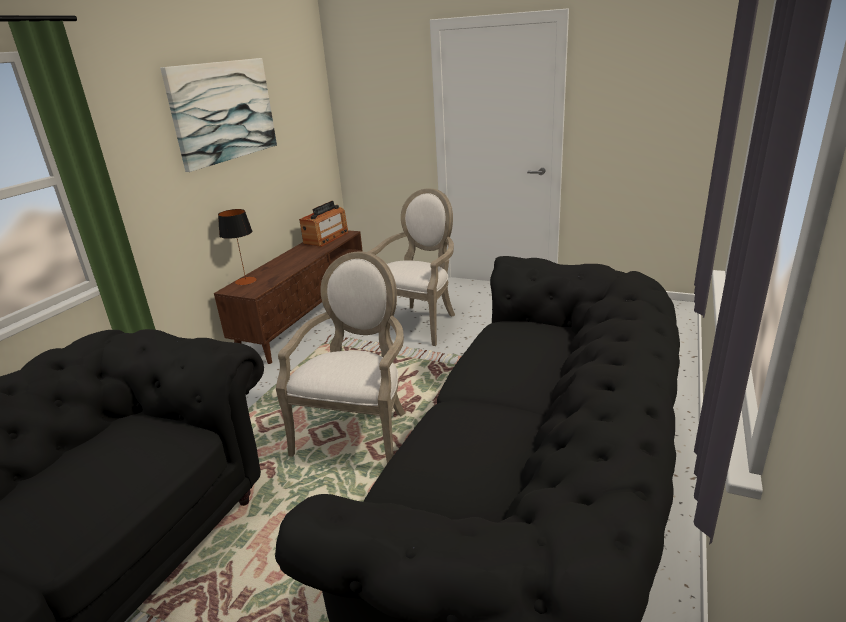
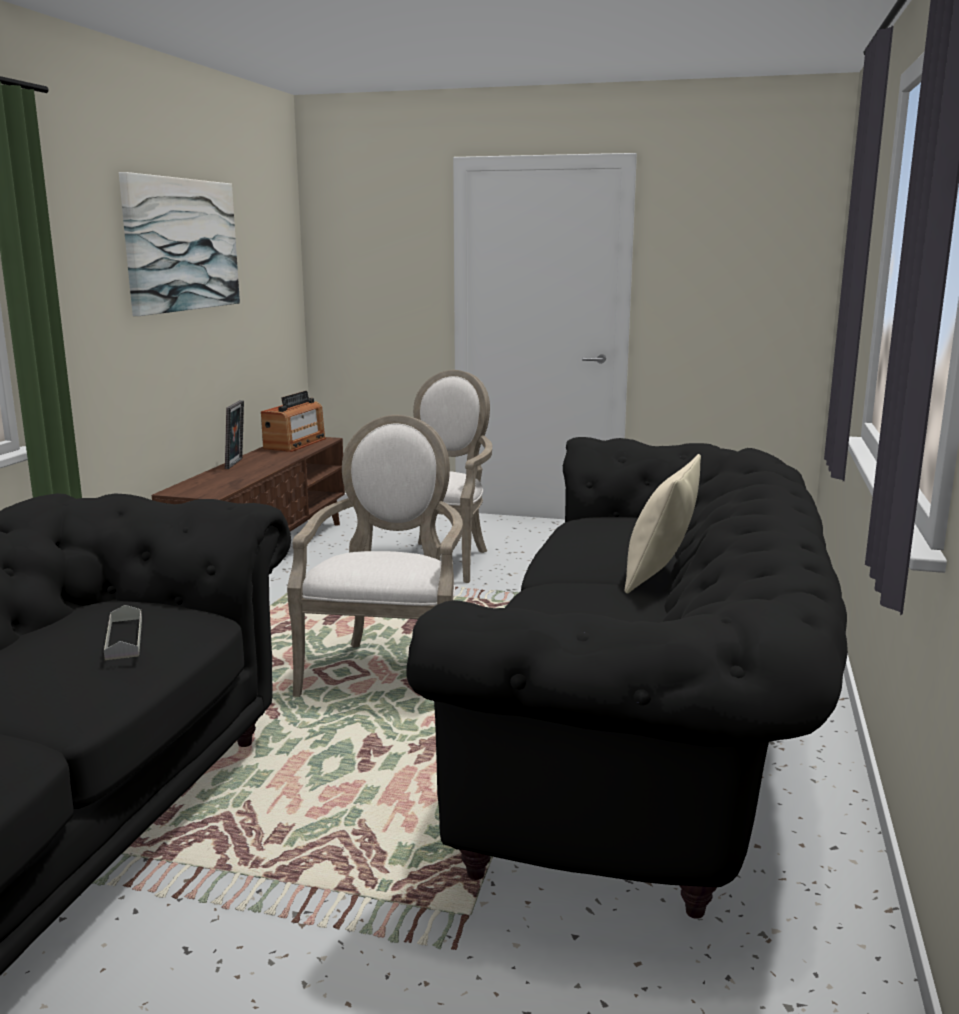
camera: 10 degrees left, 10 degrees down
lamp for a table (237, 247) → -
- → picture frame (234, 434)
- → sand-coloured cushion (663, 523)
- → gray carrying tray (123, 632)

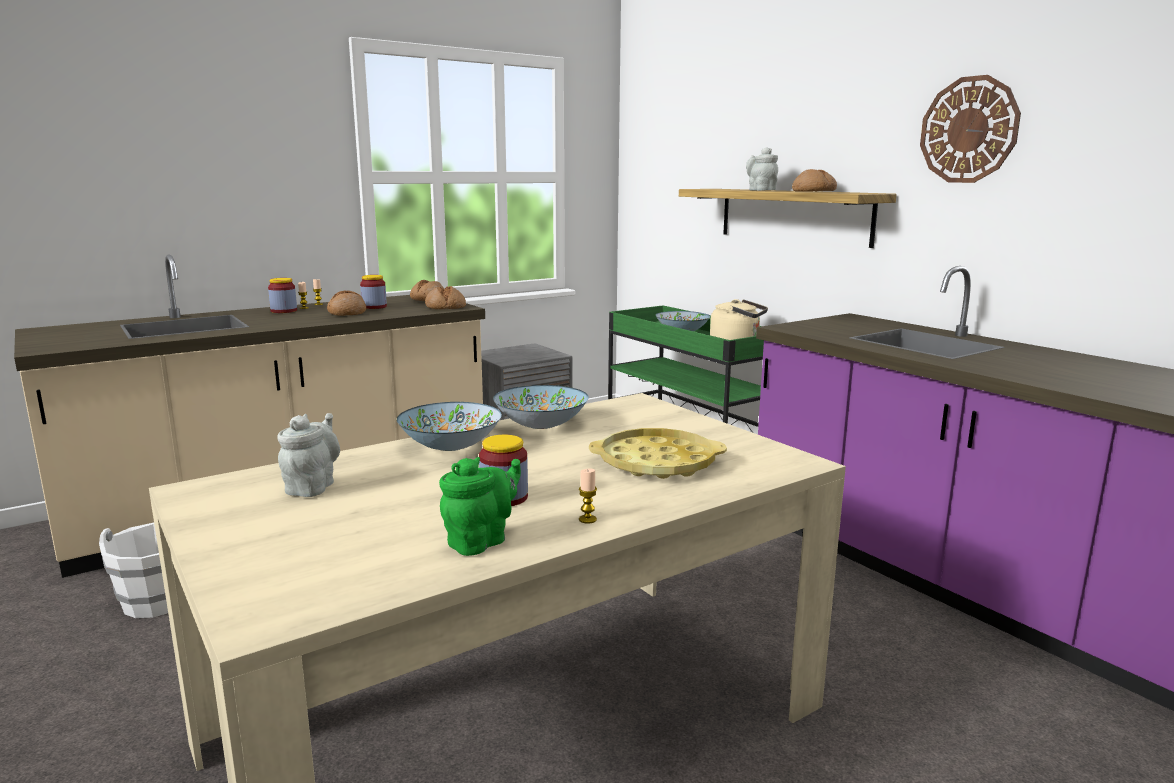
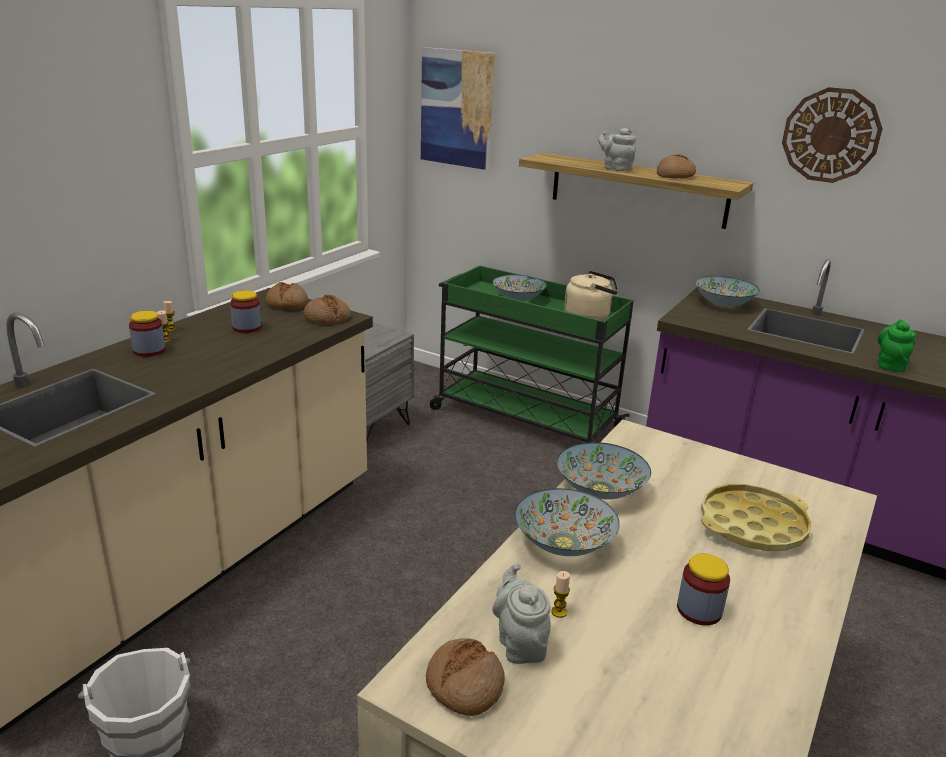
camera: 25 degrees left, 10 degrees up
bakery bread (346, 303) → bakery bread (465, 677), relocated
green teapot (480, 506) → green teapot (897, 345), relocated
wax candle (588, 496) → wax candle (560, 594), relocated
- → picture (458, 108)
- → deep dish (727, 291)

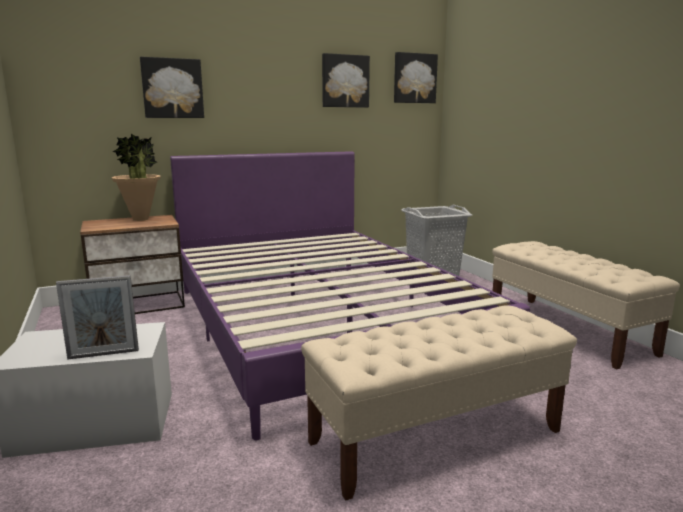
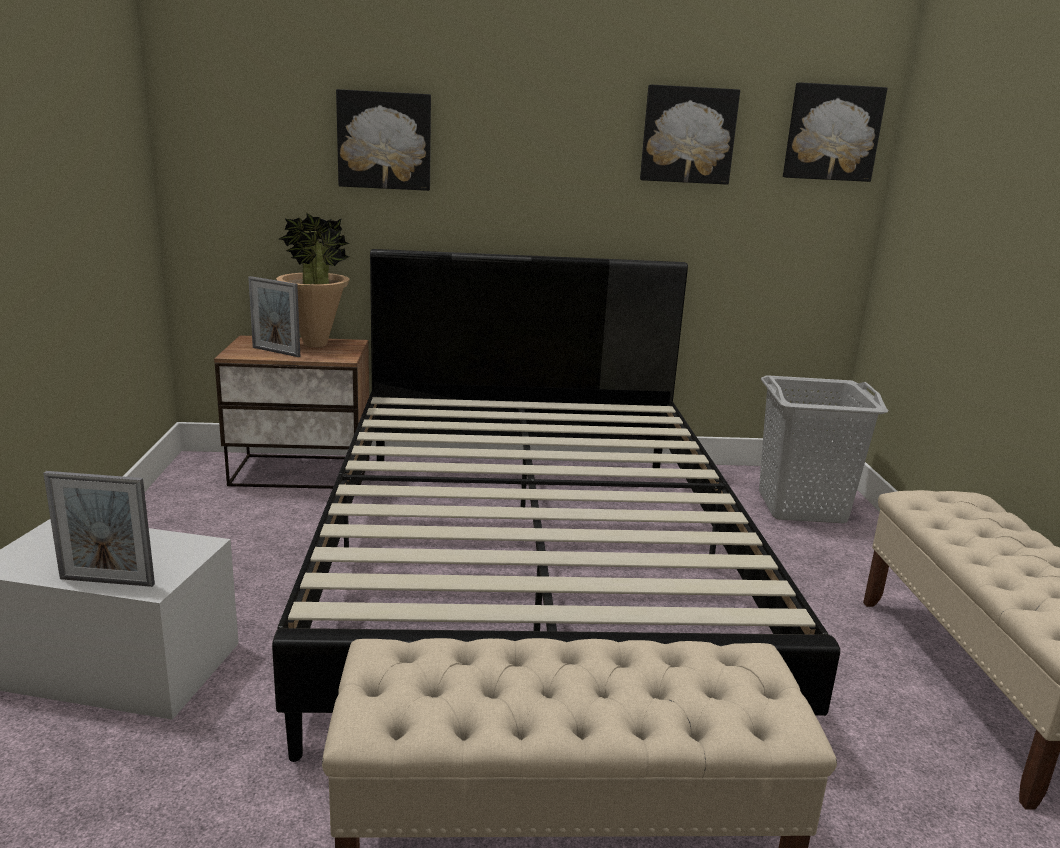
camera: 20 degrees right, 5 degrees up
purple sleeping bed (350, 296) → blackish sleeping bed (556, 505)
- → picture frame (274, 316)

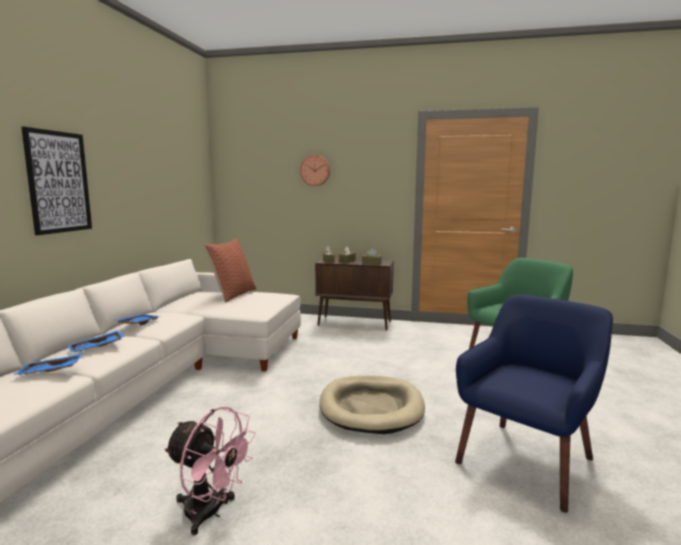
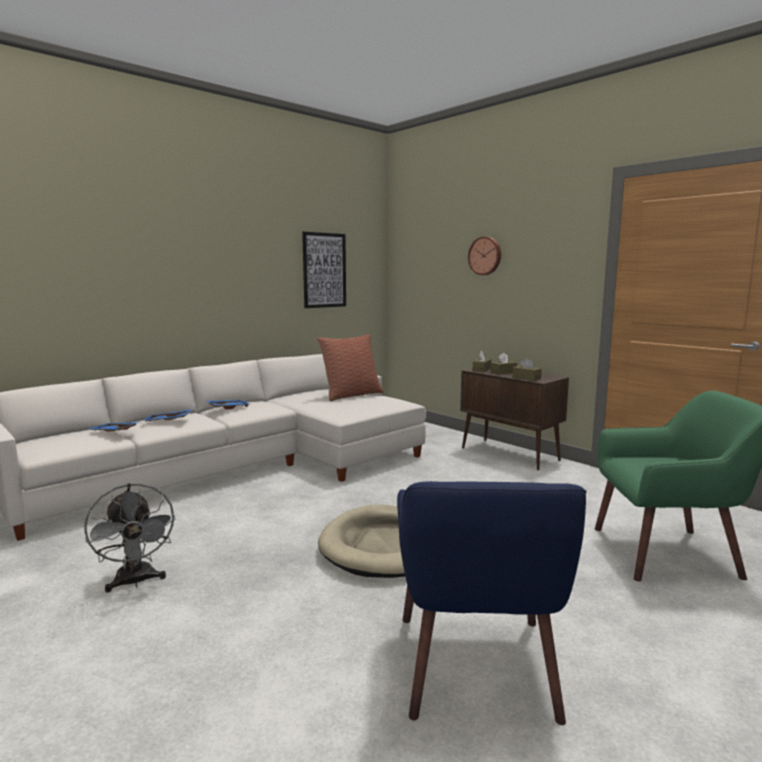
camera: 35 degrees right, 0 degrees up
picture (56, 181) → picture (324, 270), relocated
bluish armchair (534, 403) → bluish armchair (491, 603), 105 degrees clockwise
pinkish fan (210, 471) → gray fan (130, 538)

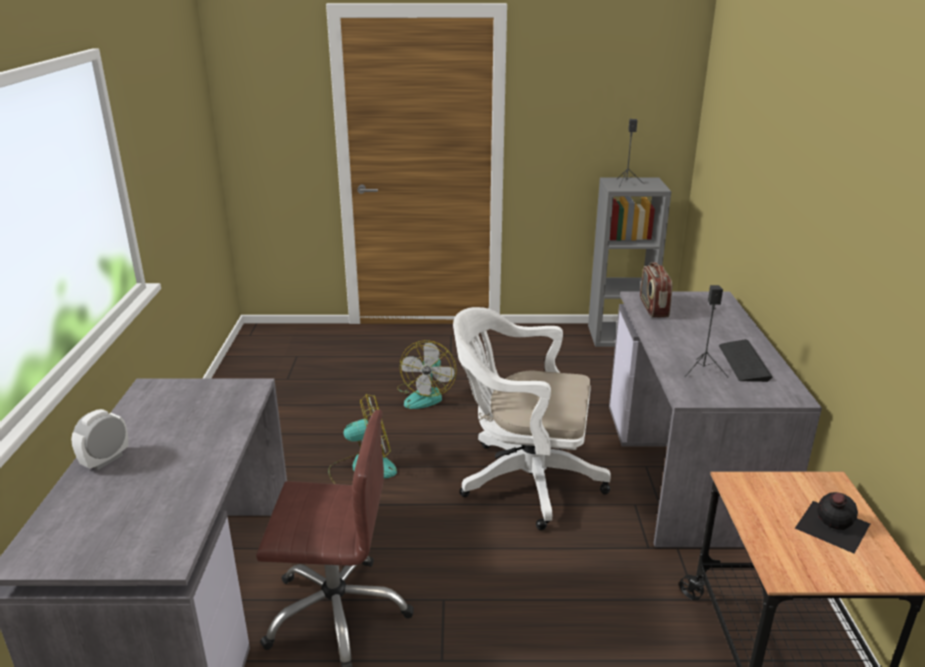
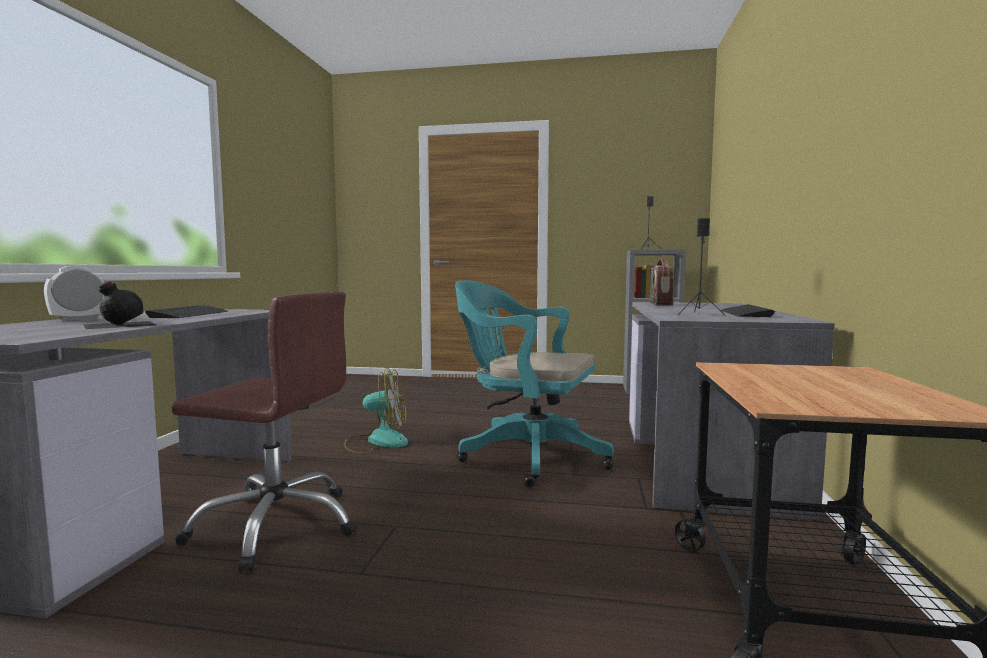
camera: 10 degrees right, 20 degrees down
whitish desk chair (532, 418) → turquoise desk chair (534, 383)
fan (427, 374) → -
blackish beverage bottle (832, 523) → blackish beverage bottle (120, 305), relocated
- → PC keyboard (186, 311)

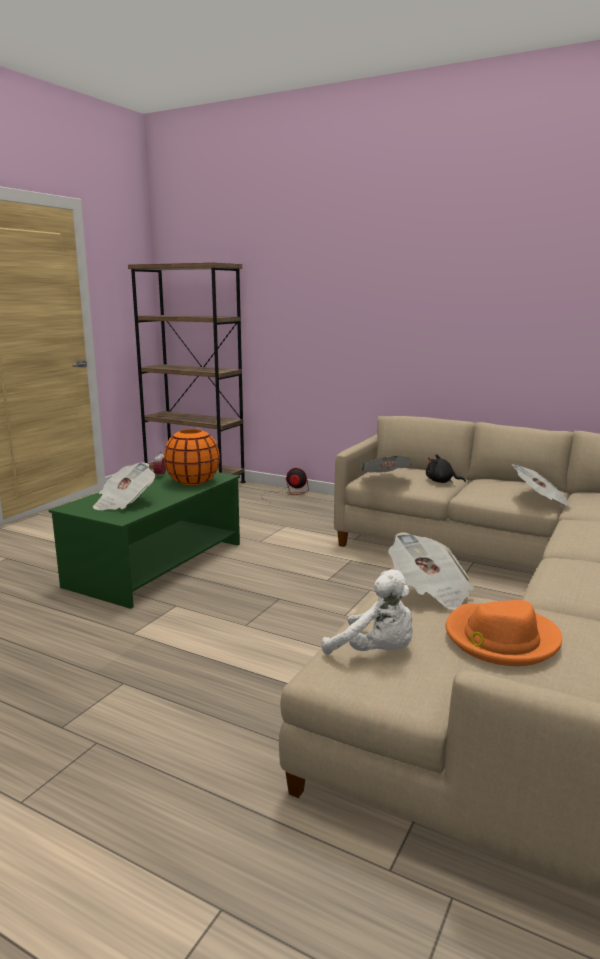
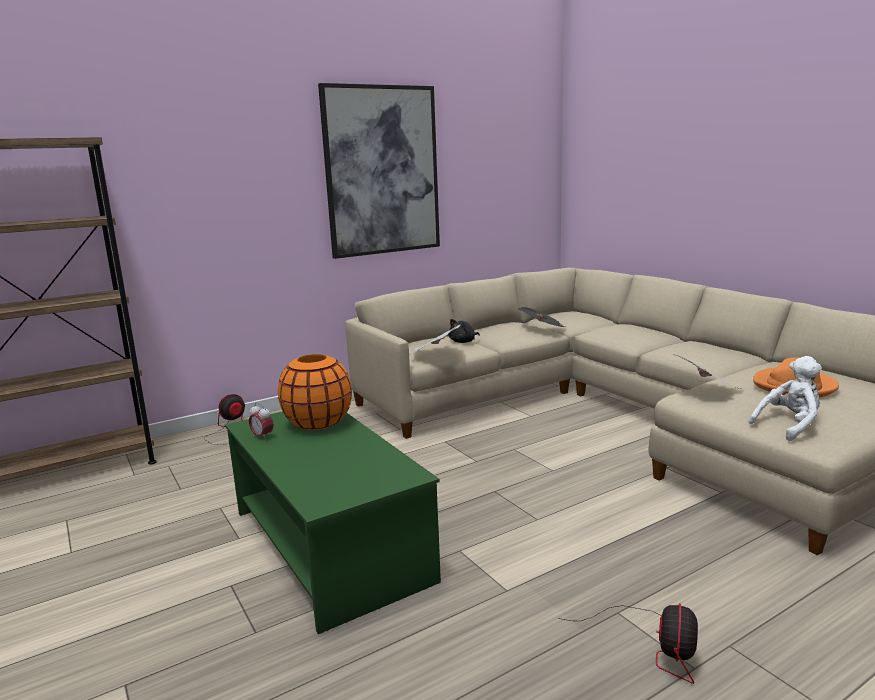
camera: 60 degrees left, 0 degrees up
daily paper (124, 486) → -
- → picture (379, 171)
- → fan (628, 643)

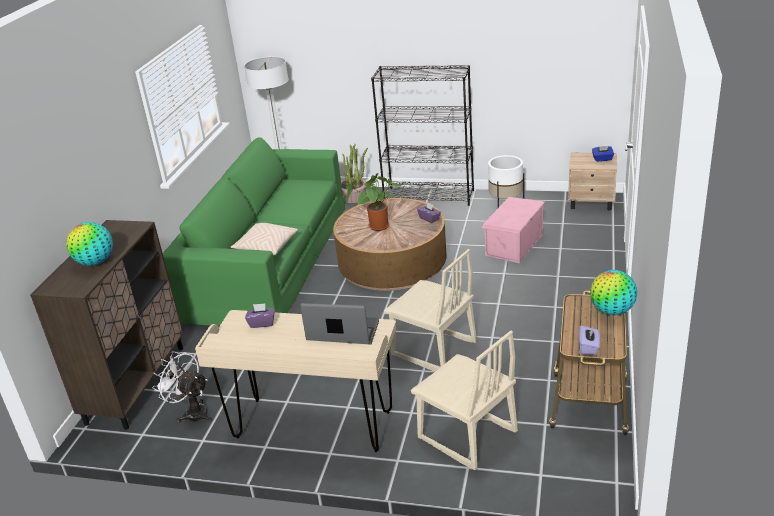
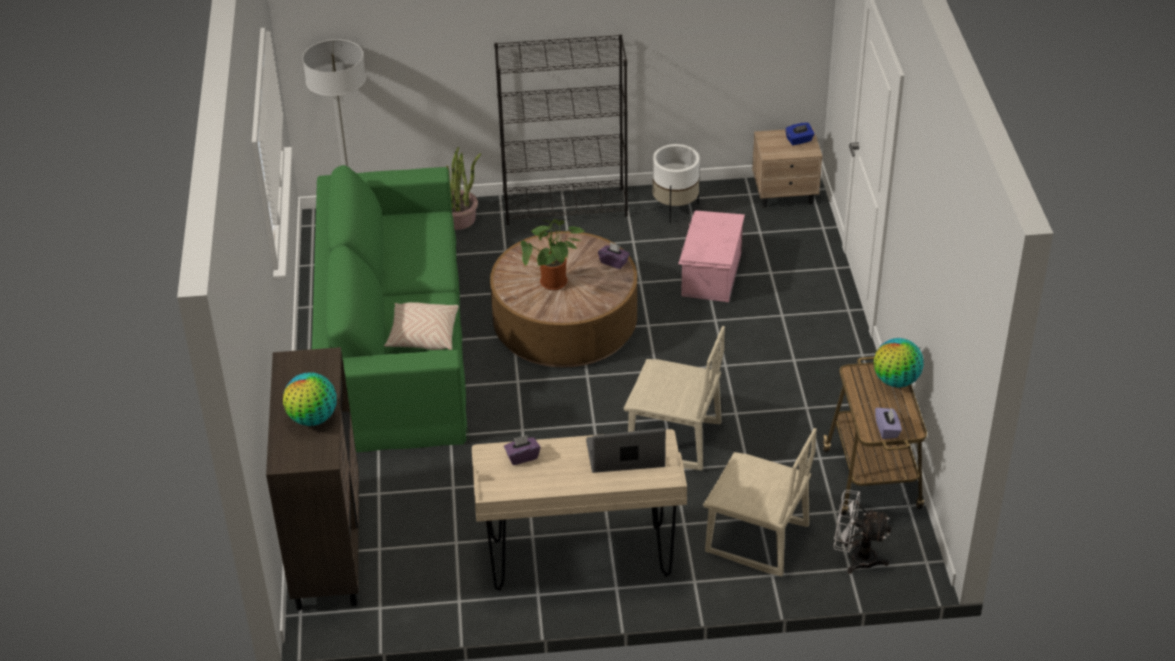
camera: 20 degrees left, 10 degrees up
whitish fan (182, 387) → whitish fan (863, 532), relocated

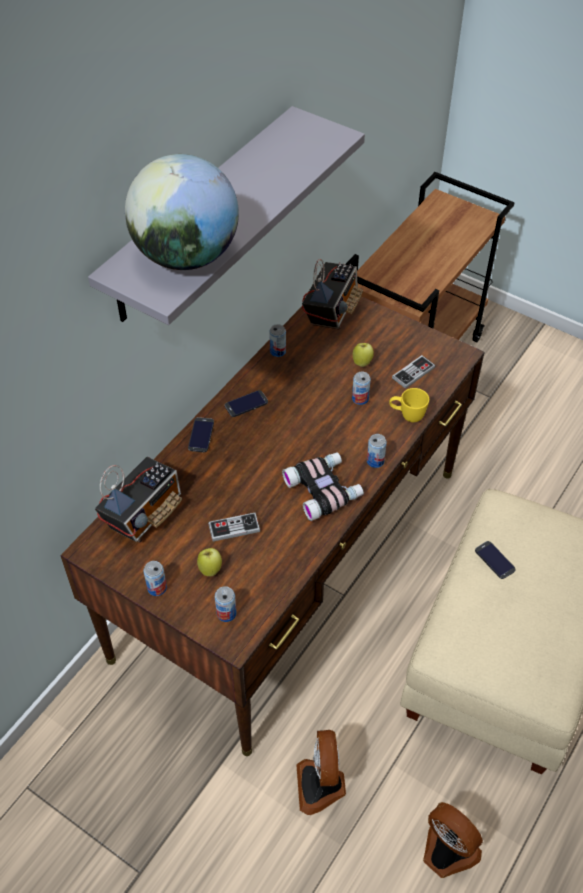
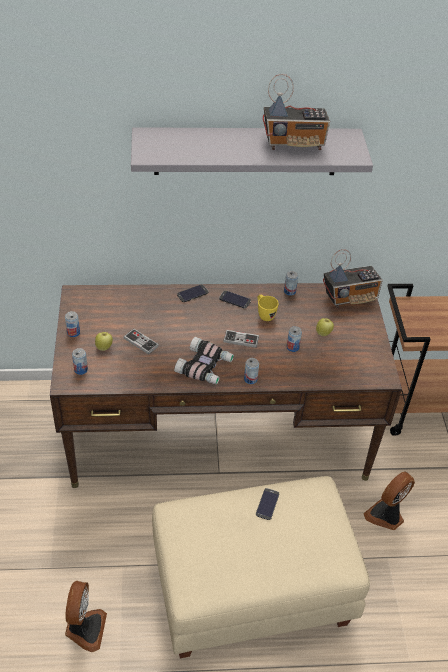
camera: 50 degrees right, 5 degrees down
globe (182, 212) → -
game controller (413, 372) → game controller (241, 339), relocated
yellow mug (409, 405) → yellow mug (268, 308), relocated
radio set (138, 499) → radio set (296, 112), relocated
fan (321, 772) → fan (389, 500), relocated

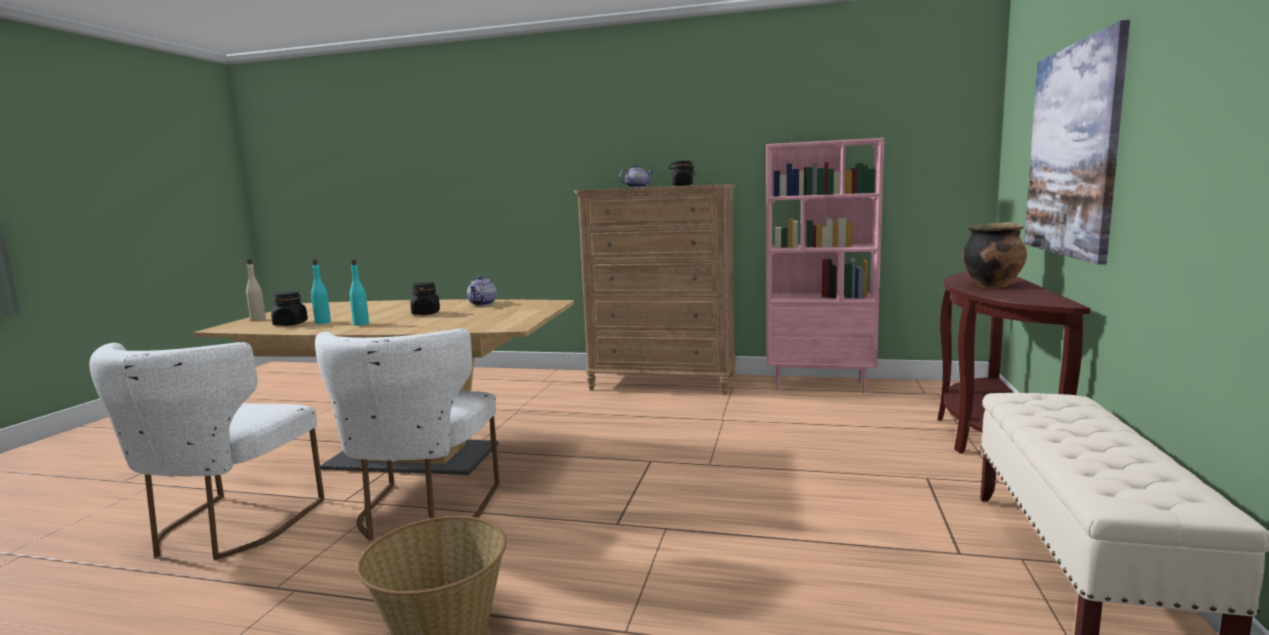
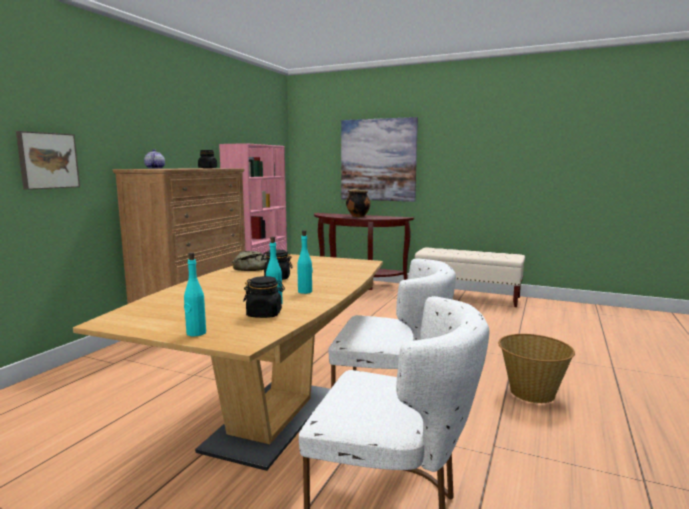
camera: 80 degrees left, 0 degrees up
sand-coloured beverage bottle (256, 290) → turquoise beverage bottle (195, 294)
teapot (482, 291) → bakery bread (250, 261)
- → picture (48, 160)

